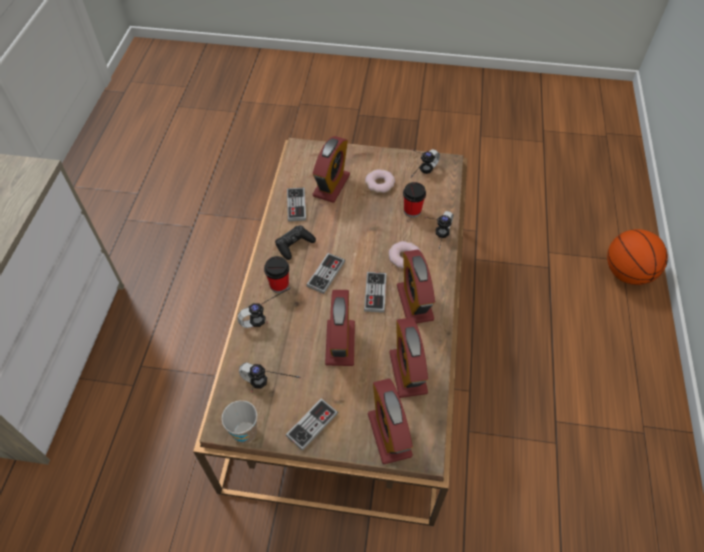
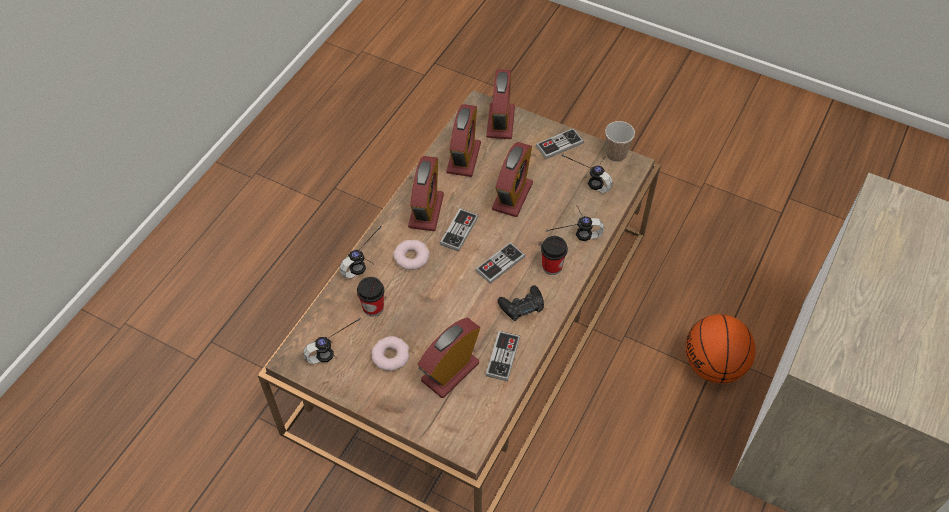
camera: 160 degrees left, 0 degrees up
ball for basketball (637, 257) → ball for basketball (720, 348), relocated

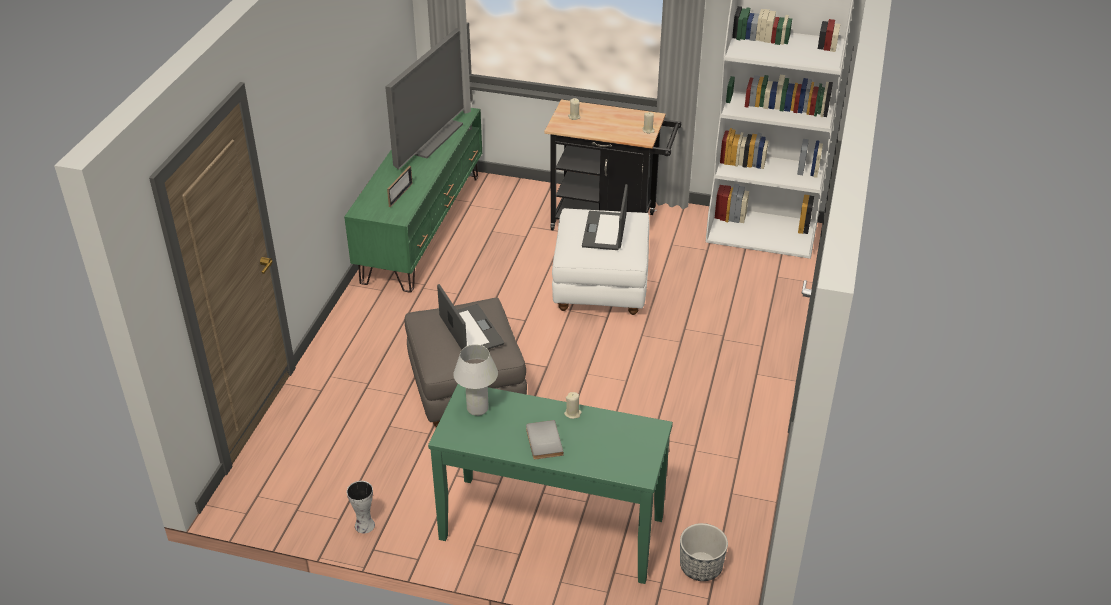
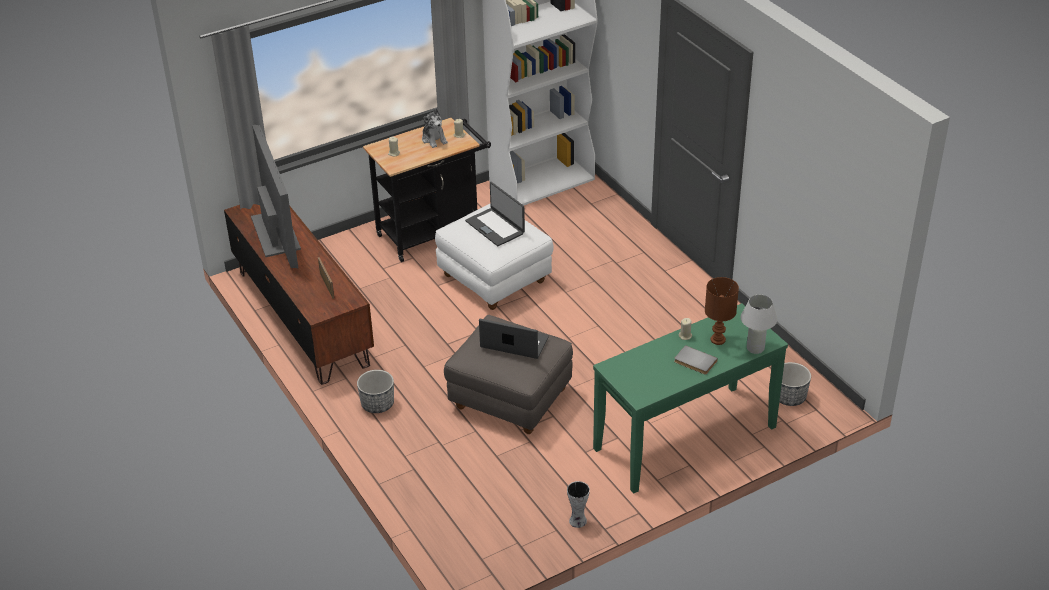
camera: 45 degrees left, 0 degrees up
green tv stand (413, 200) → brown-coloured tv stand (299, 294)
whitish lamp for a table (475, 380) → whitish lamp for a table (759, 324), relocated
- → plush toy (435, 128)
- → brown-coloured lamp for a table (722, 311)
- → flower pot (375, 391)

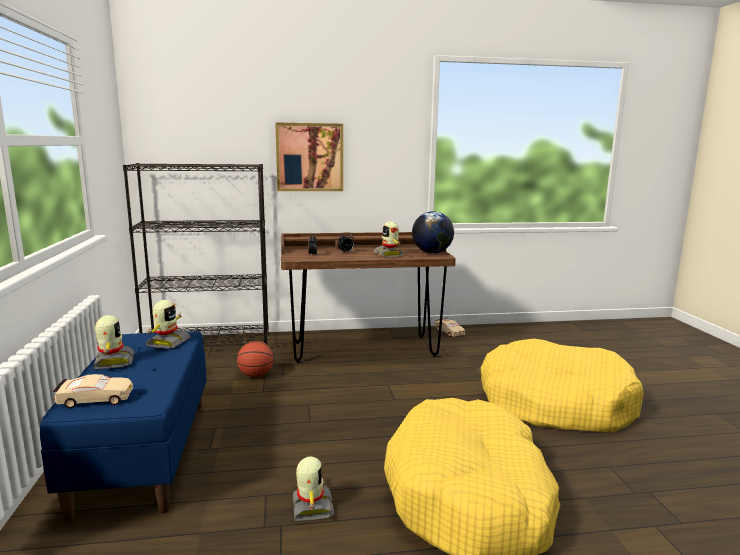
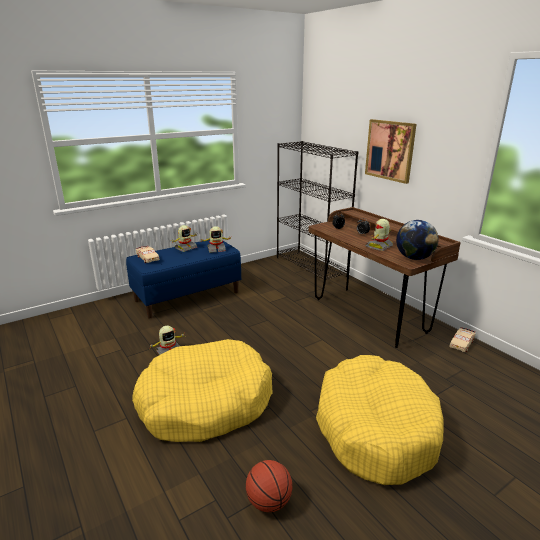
camera: 65 degrees right, 10 degrees up
ball for basketball (255, 359) → ball for basketball (269, 486), relocated

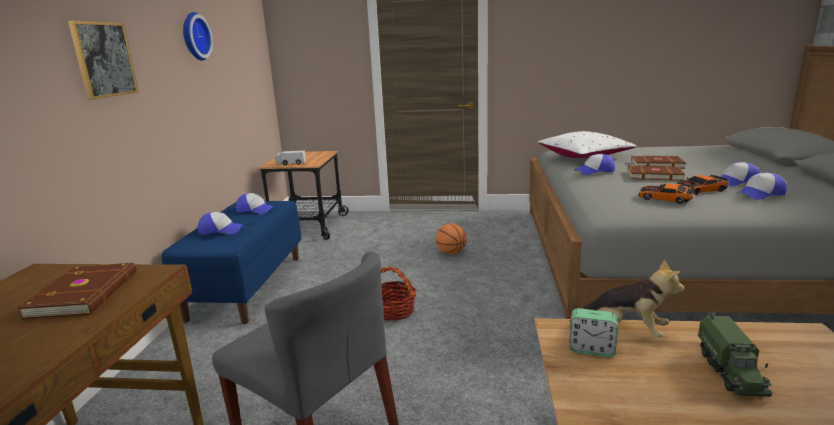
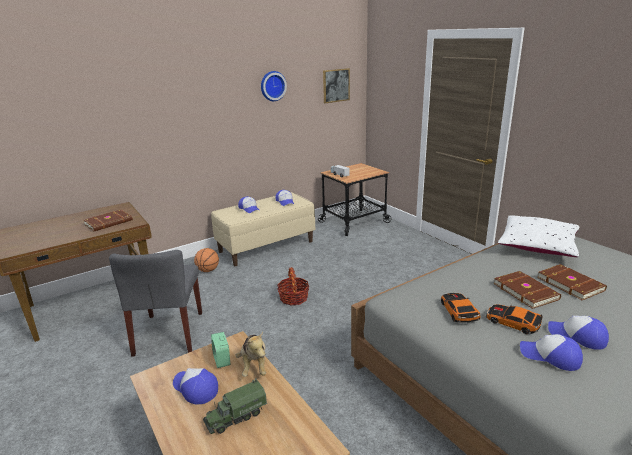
camera: 50 degrees right, 5 degrees up
picture (103, 60) → picture (336, 85), relocated
peaked cap (594, 164) → peaked cap (195, 386), relocated
bluish indoor bench (232, 262) → sand-coloured indoor bench (263, 229)
ball for basketball (451, 238) → ball for basketball (206, 260), relocated

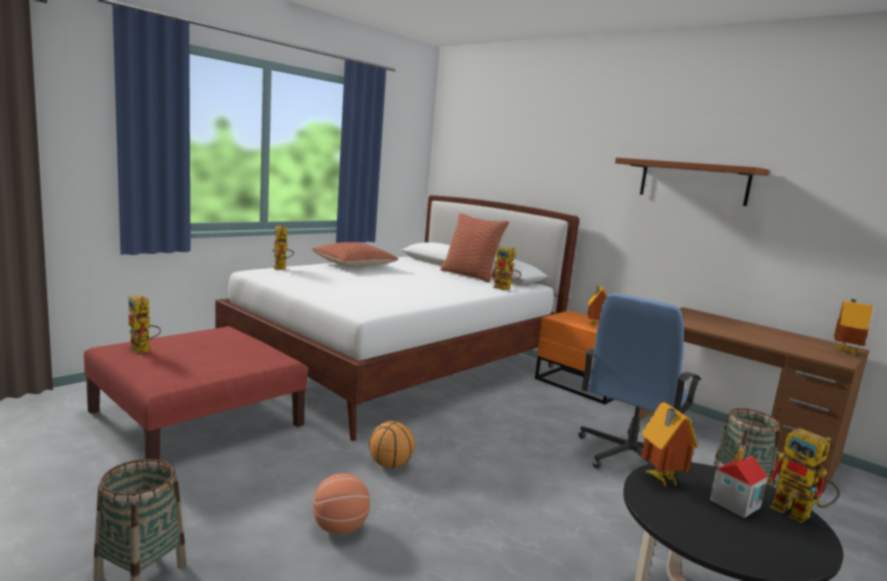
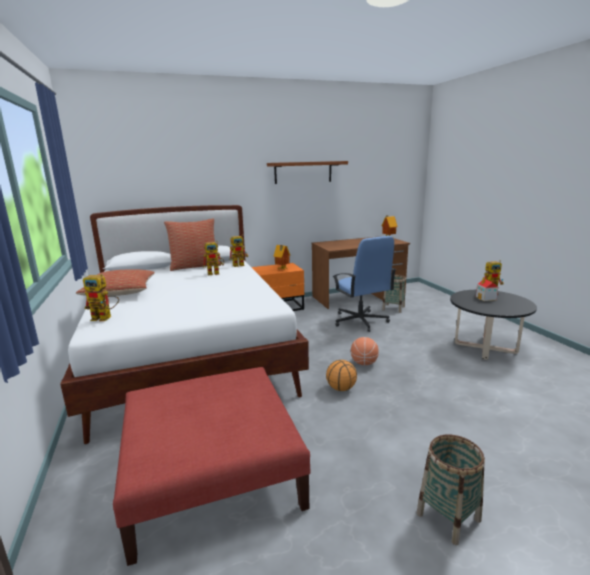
camera: 60 degrees left, 5 degrees up
toy robot (144, 324) → toy robot (213, 258), relocated
toy house (669, 444) → -
ball for basketball (341, 504) → ball for basketball (365, 351), relocated

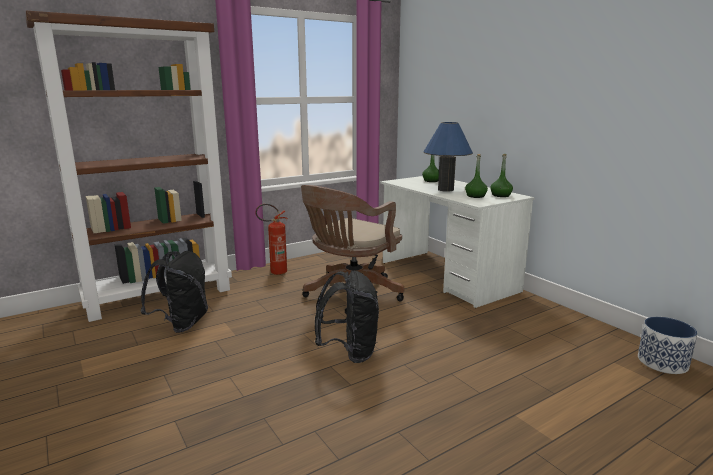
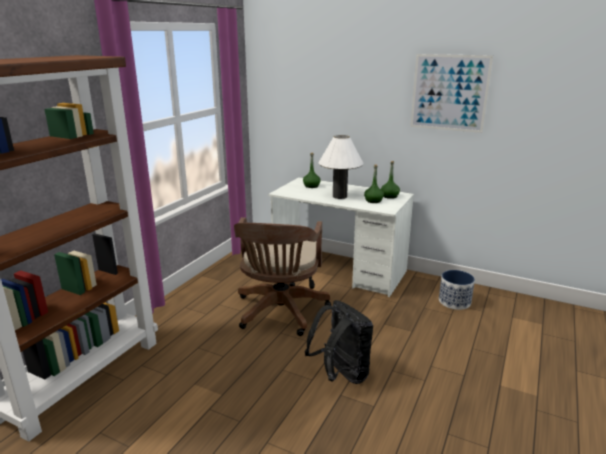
camera: 30 degrees left, 5 degrees up
bluish lamp for a table (448, 157) → whitish lamp for a table (341, 167)
fire-fighting cylinder (271, 239) → -
blackish knapsack (174, 292) → -
flower pot (667, 345) → flower pot (457, 290), relocated
- → picture (451, 93)

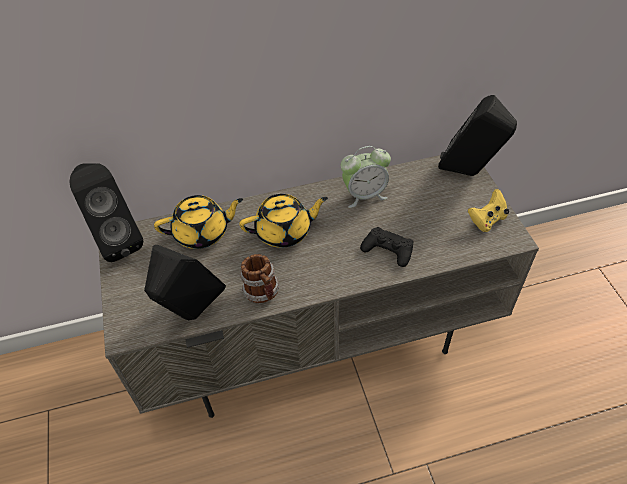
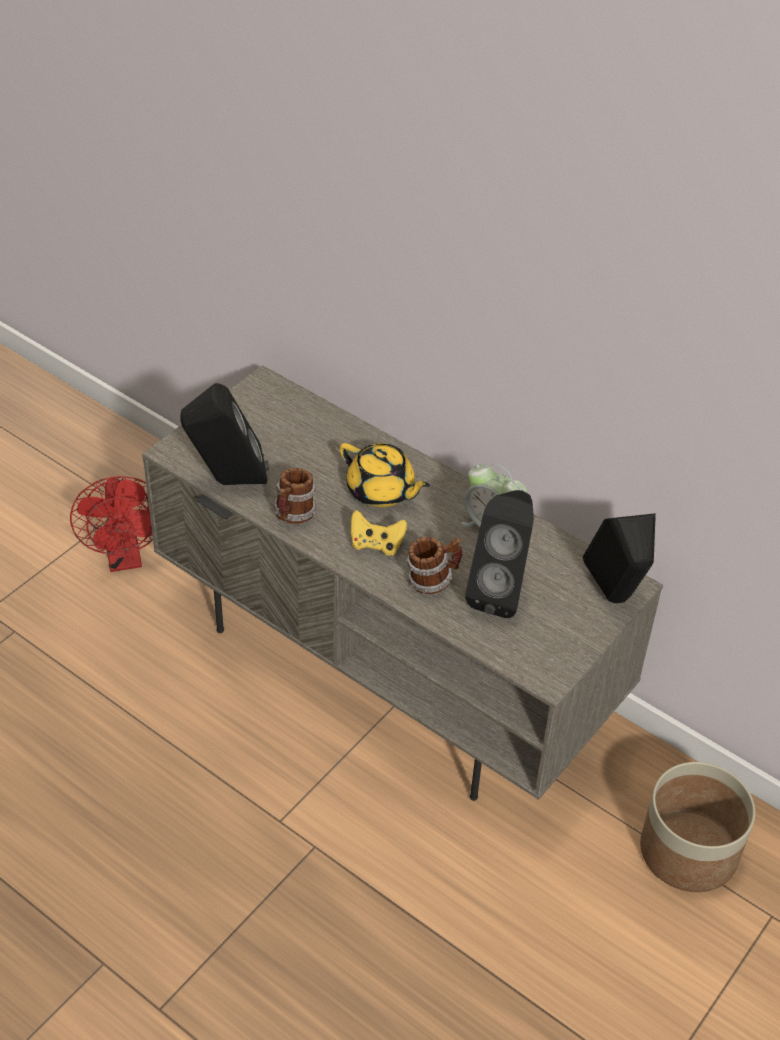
camera: 50 degrees right, 5 degrees down
blackish audio speaker (106, 212) → blackish audio speaker (499, 554), relocated
yellow game controller (488, 210) → yellow game controller (379, 533), relocated
yellow teapot (198, 222) → -
blackish game controller (386, 247) → mug (434, 565)
- → red-coloured fan (111, 524)
- → flower pot (697, 827)

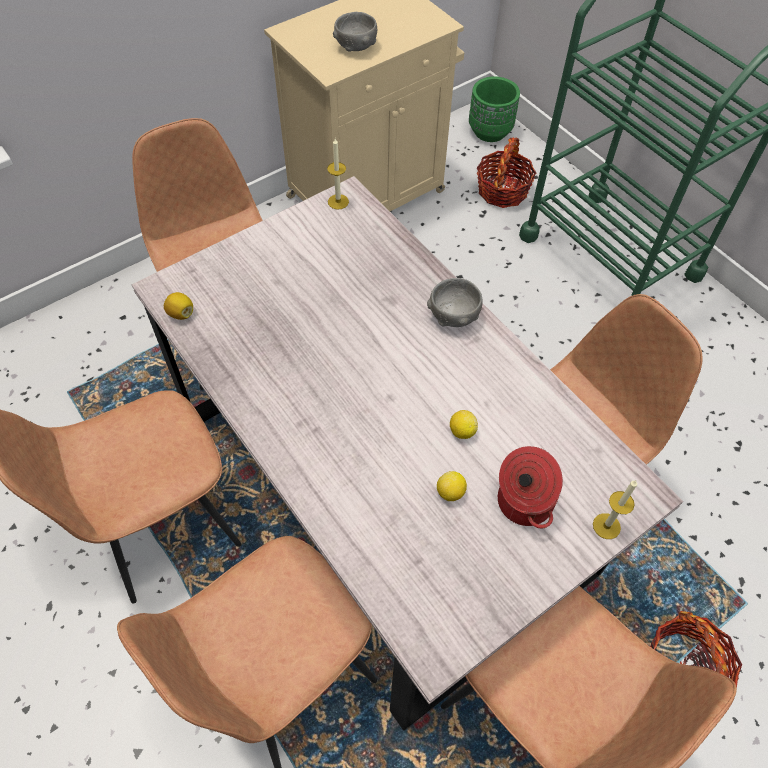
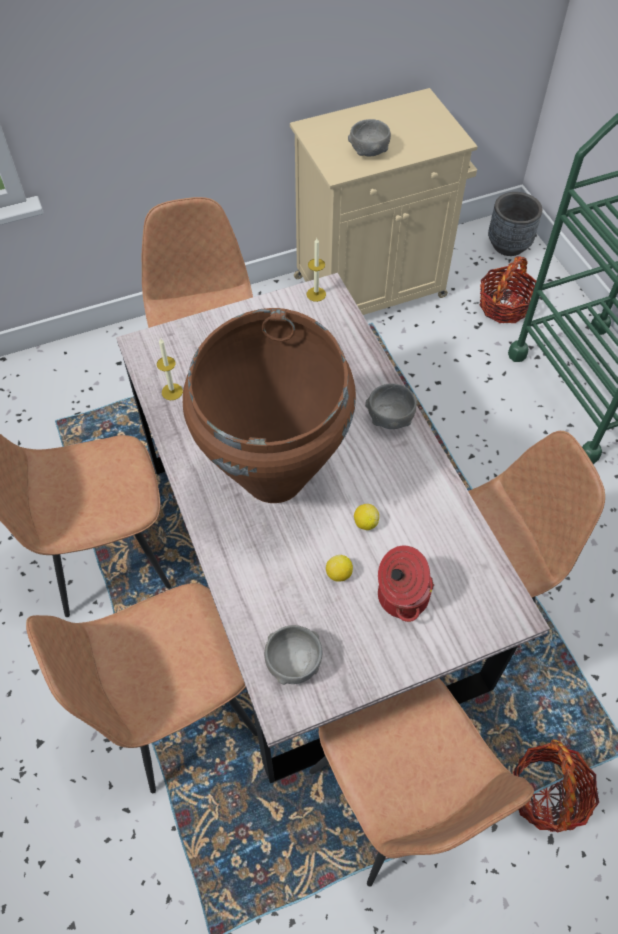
camera: 15 degrees right, 0 degrees up
green flower pot (494, 109) → gray flower pot (515, 224)
lemon (178, 306) → -
wax candle (615, 509) → wax candle (170, 369), relocated
- → brown-coloured flower vase (269, 405)
- → gray deep dish (293, 655)

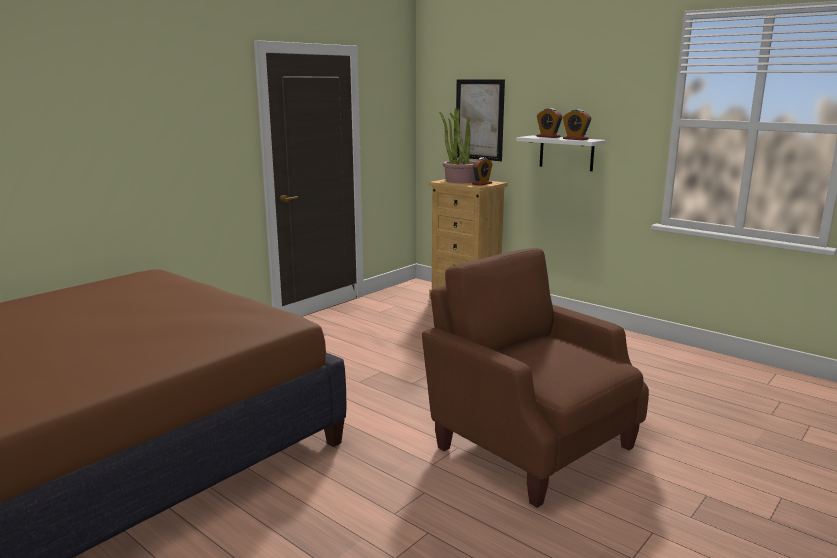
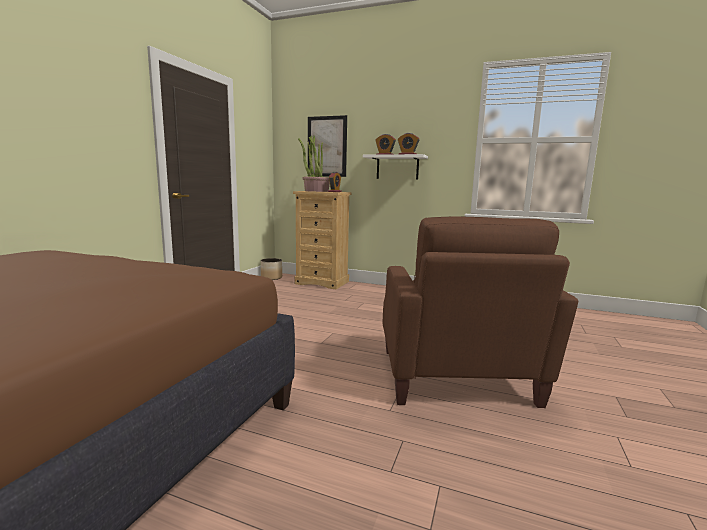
camera: 20 degrees left, 5 degrees down
brown-coloured armchair (535, 378) → brown-coloured armchair (480, 312), 120 degrees counterclockwise
- → flower pot (271, 269)

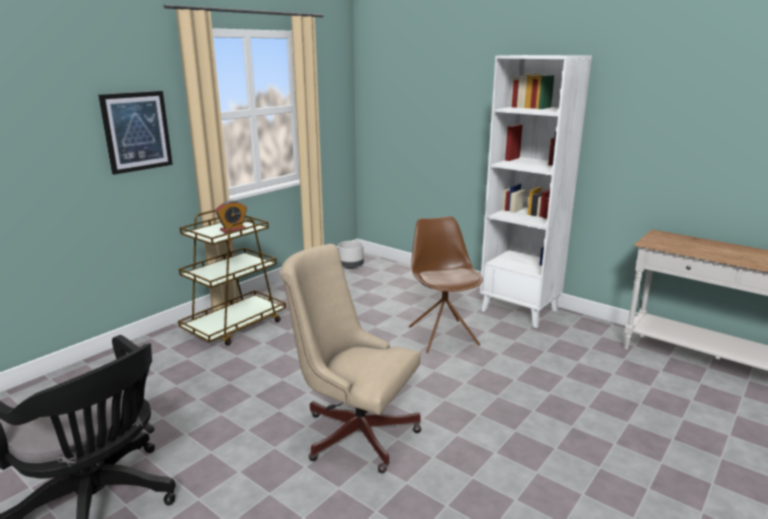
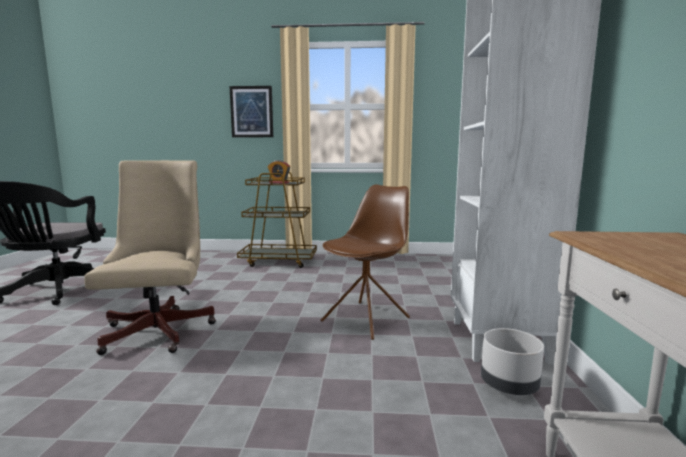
camera: 55 degrees right, 10 degrees down
gray flower pot (351, 255) → gray flower pot (512, 361), relocated

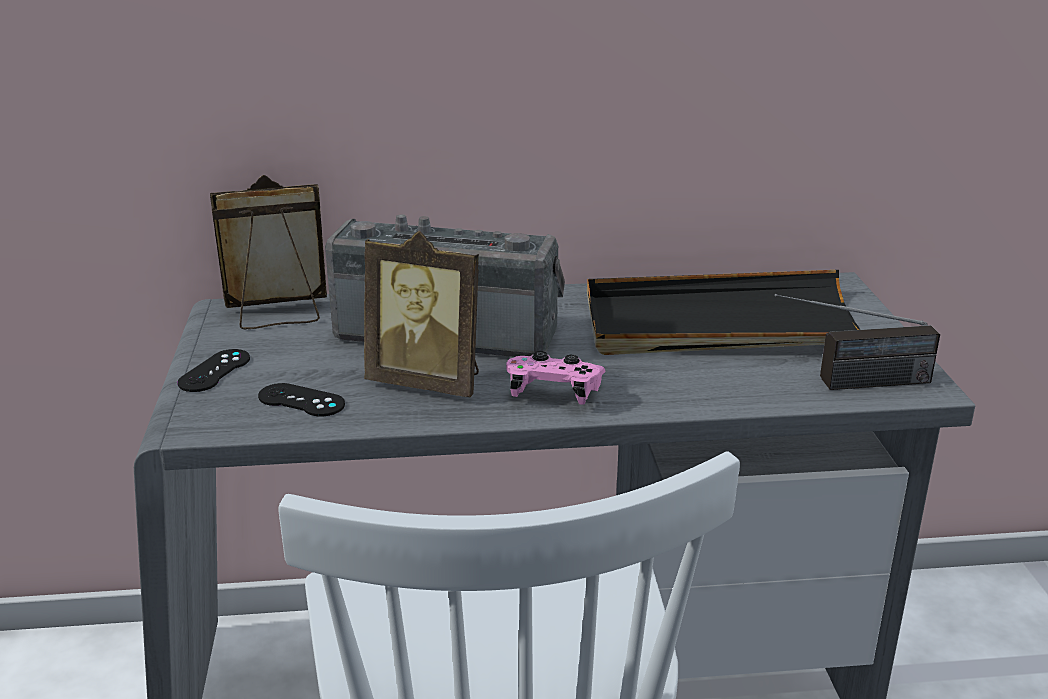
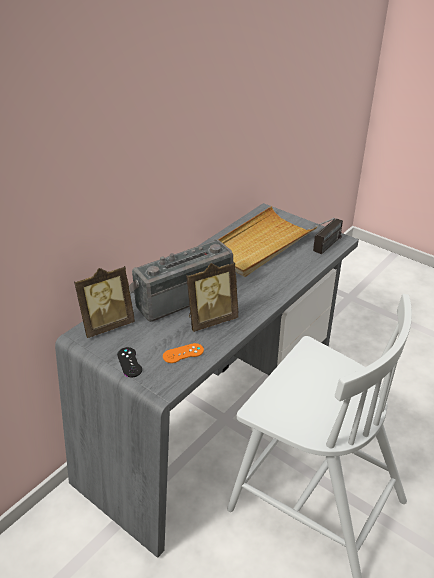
camera: 45 degrees left, 10 degrees up
picture frame (268, 252) → picture frame (104, 302), 150 degrees counterclockwise
blackish carrying tray (724, 312) → sand-coloured carrying tray (267, 241)
pinkish game controller (556, 378) → -
blackish game controller (301, 400) → orange-coloured game controller (183, 353)

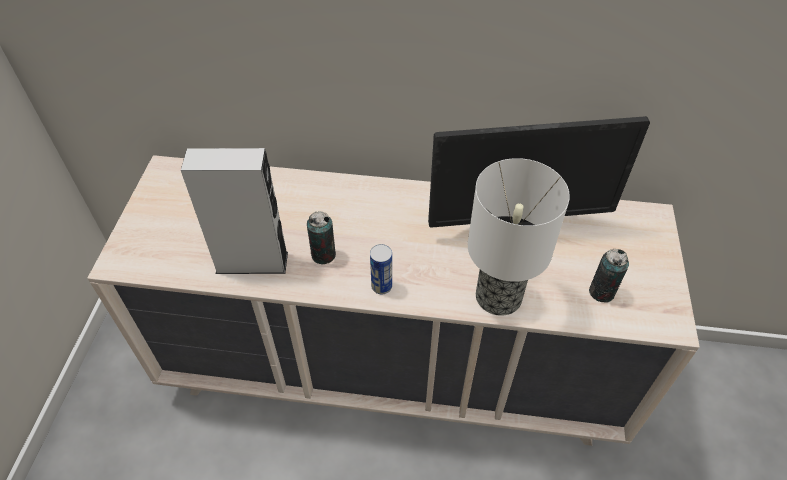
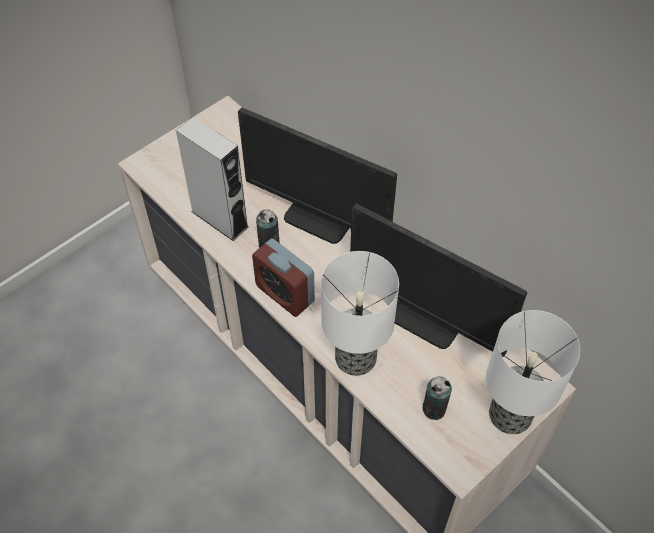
camera: 40 degrees right, 5 degrees up
sealed can (381, 269) → bedside clock (283, 277)
- → computer display (317, 175)
- → lamp for a table (533, 372)

